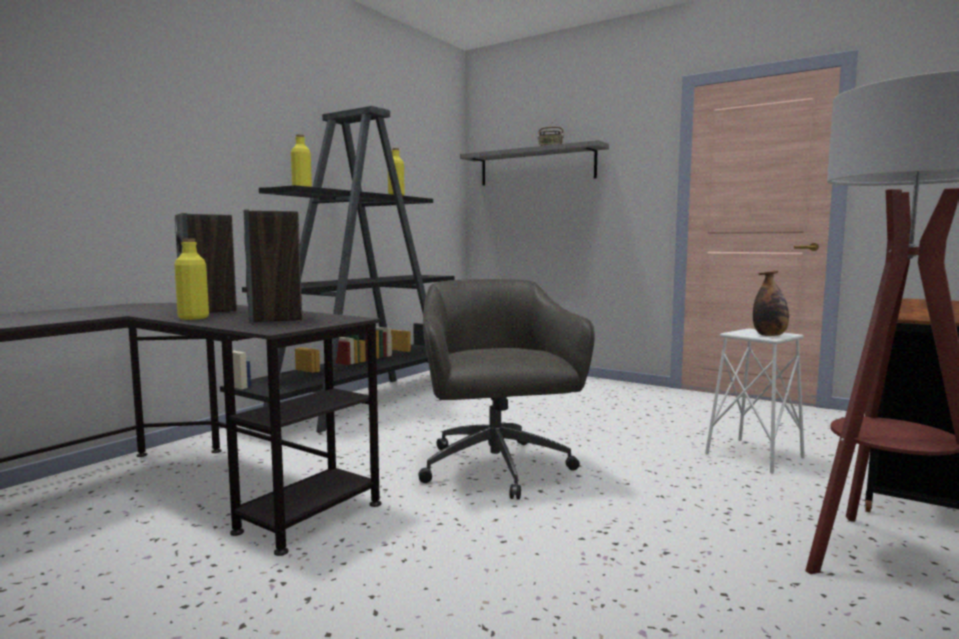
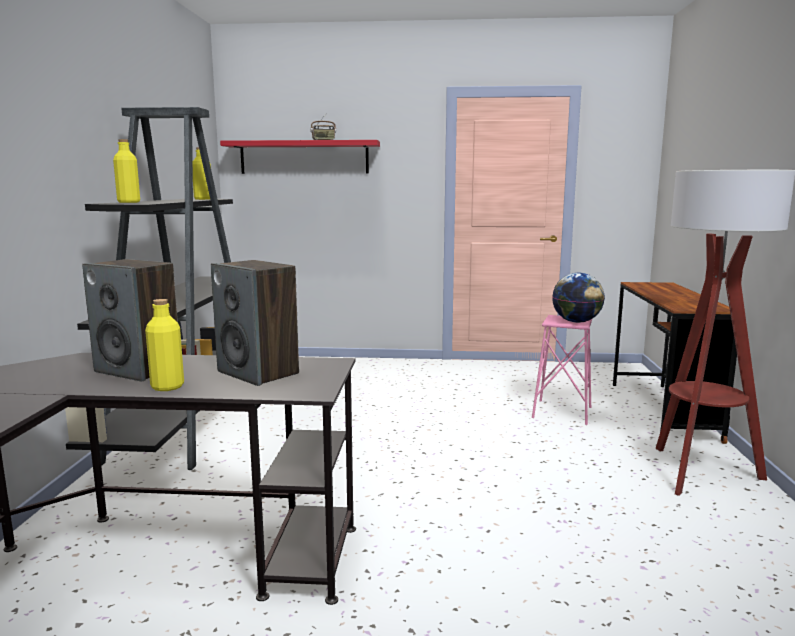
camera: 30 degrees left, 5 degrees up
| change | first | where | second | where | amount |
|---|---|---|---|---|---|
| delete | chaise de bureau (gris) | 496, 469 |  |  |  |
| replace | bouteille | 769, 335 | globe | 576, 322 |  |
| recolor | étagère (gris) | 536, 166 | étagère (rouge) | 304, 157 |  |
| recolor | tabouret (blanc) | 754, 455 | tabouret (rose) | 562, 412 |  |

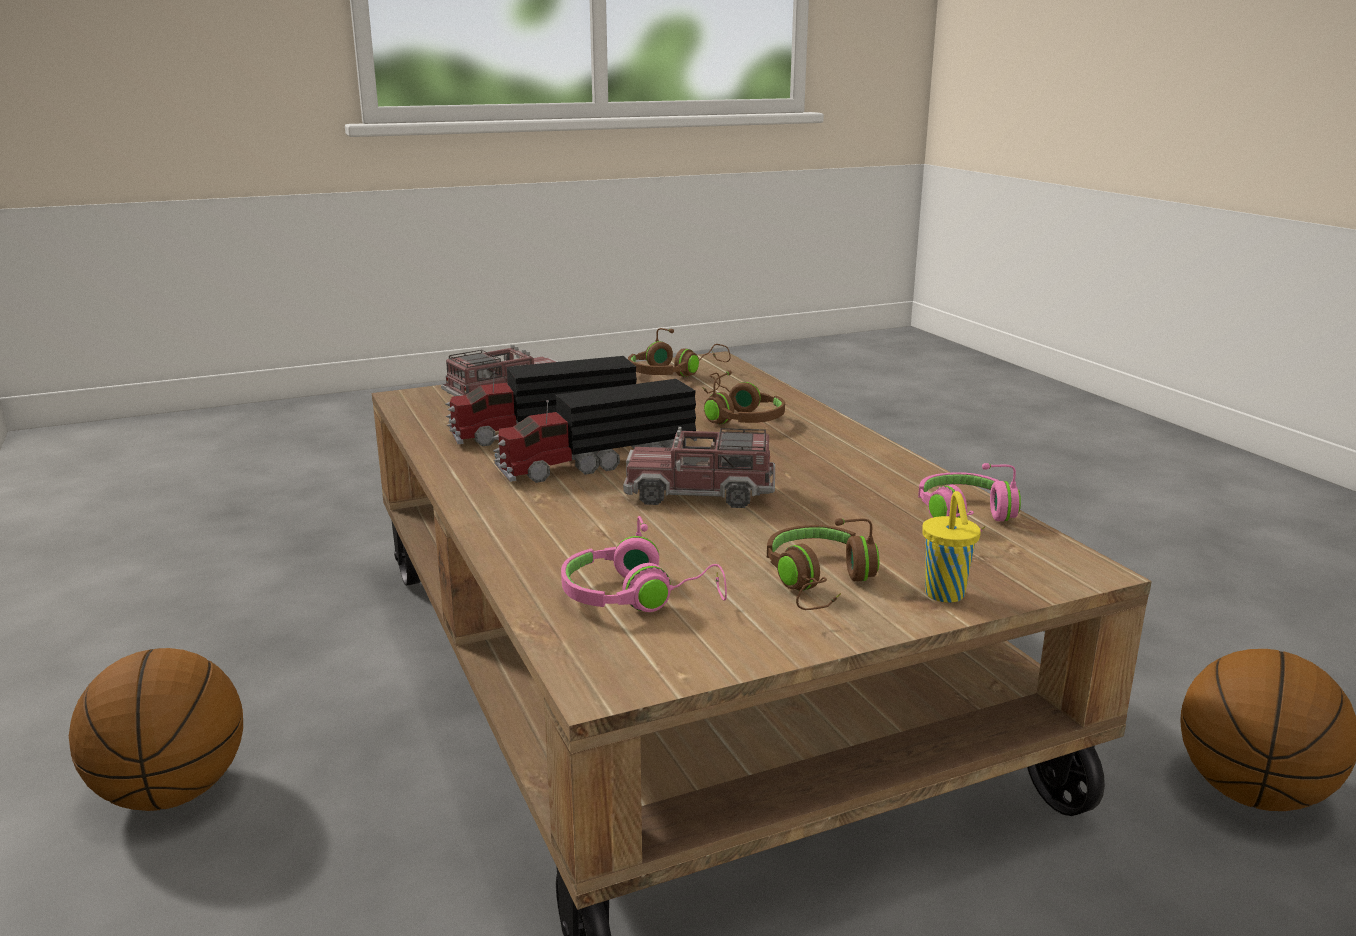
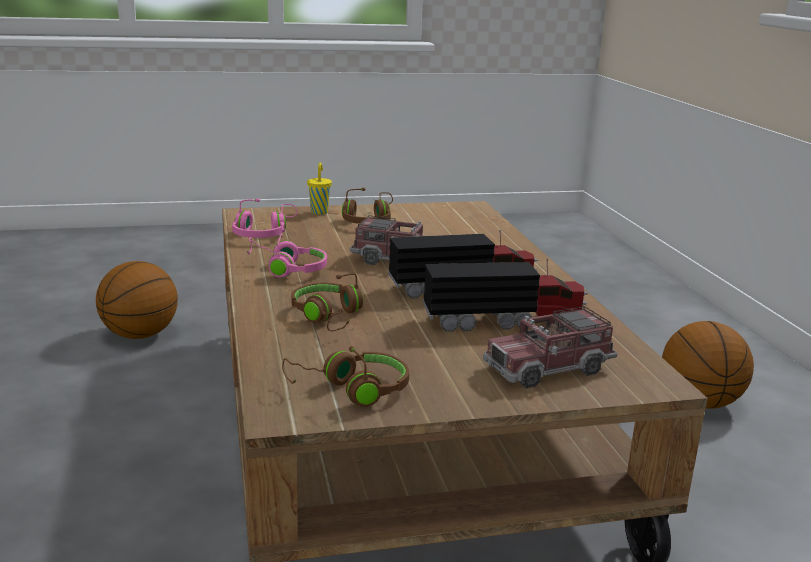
camera: 170 degrees left, 0 degrees up
| change | first | where | second | where | amount |
|---|---|---|---|---|---|
| move | casque audio (rose) | 639, 597 |  | 286, 269 |  |

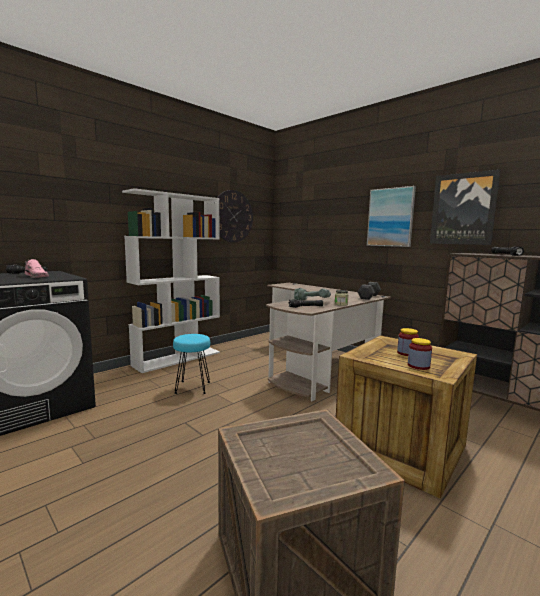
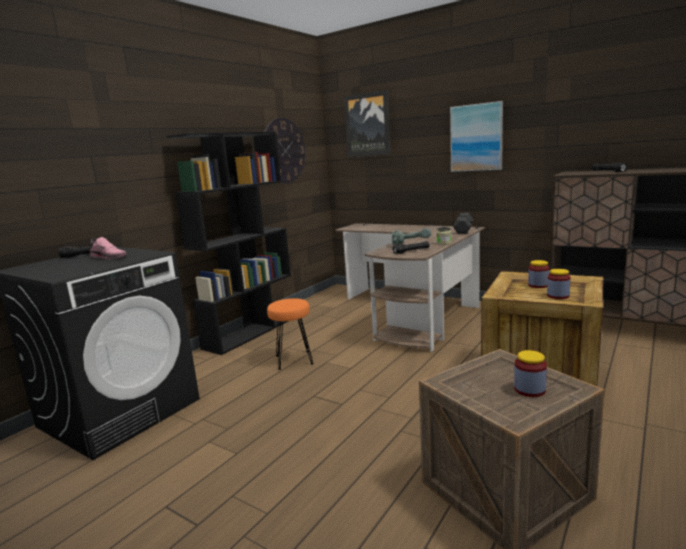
camera: 10 degrees left, 5 degrees up
| change | first | where | second | where | amount |
|---|---|---|---|---|---|
| insert |  |  | bocal | 529, 390 |  |
| move | tableau | 463, 209 |  | 367, 125 |  |
| recolor | bibliothèque (blanc) | 178, 358 | bibliothèque (noir) | 251, 332 |  |
| recolor | tabouret (turquoise) | 192, 387 | tabouret (orange) | 293, 360 |  |

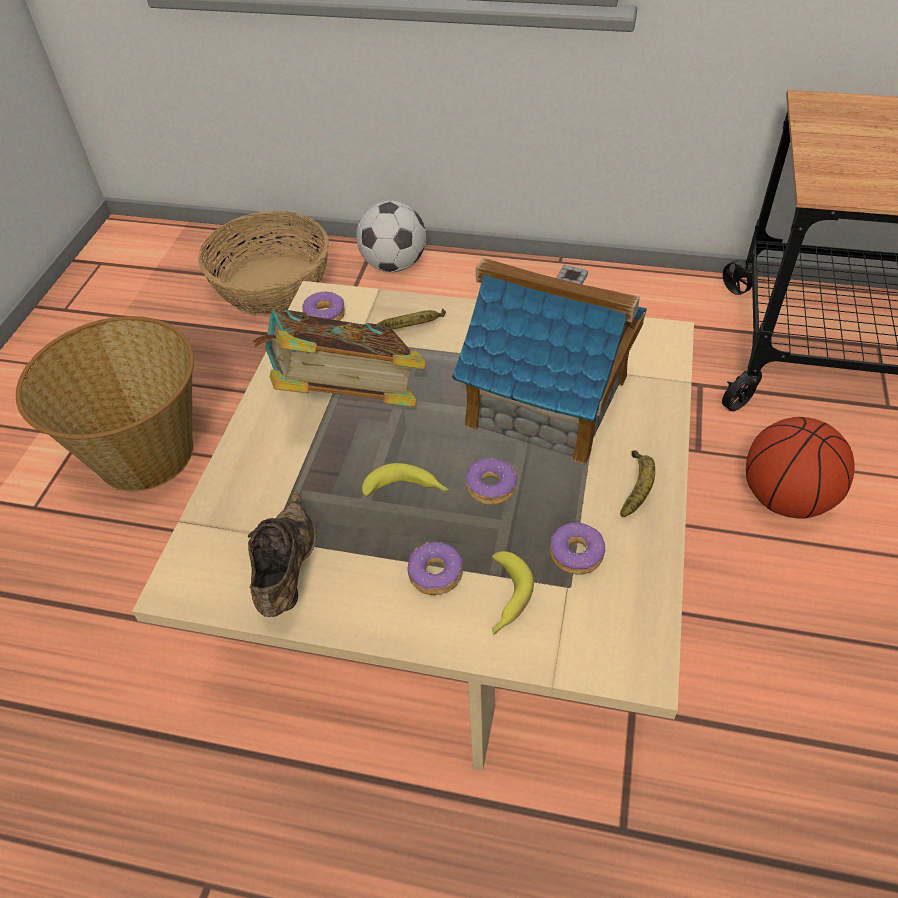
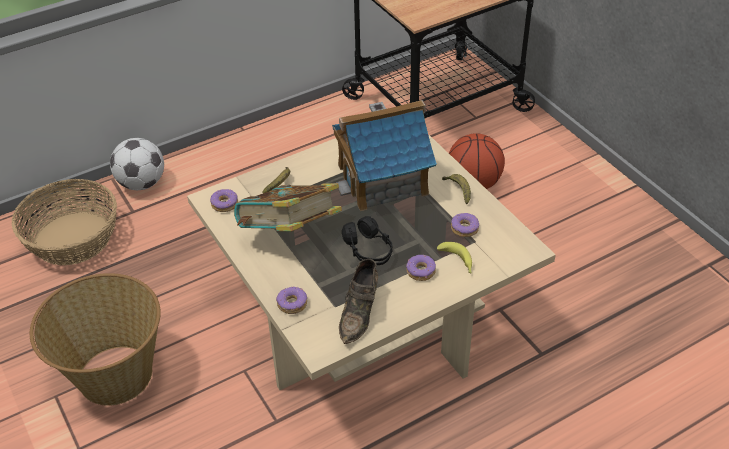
camera: 45 degrees left, 5 degrees down
| change | first | where | second | where | amount |
|---|---|---|---|---|---|
| move | beignet | 490, 486 |  | 292, 304 |  |
| replace | banane | 407, 490 | casque audio (noir) | 368, 250 |  |
| rotate | chaussure (marron) | 287, 573 |  | 360, 313 | 120 degrees counterclockwise |

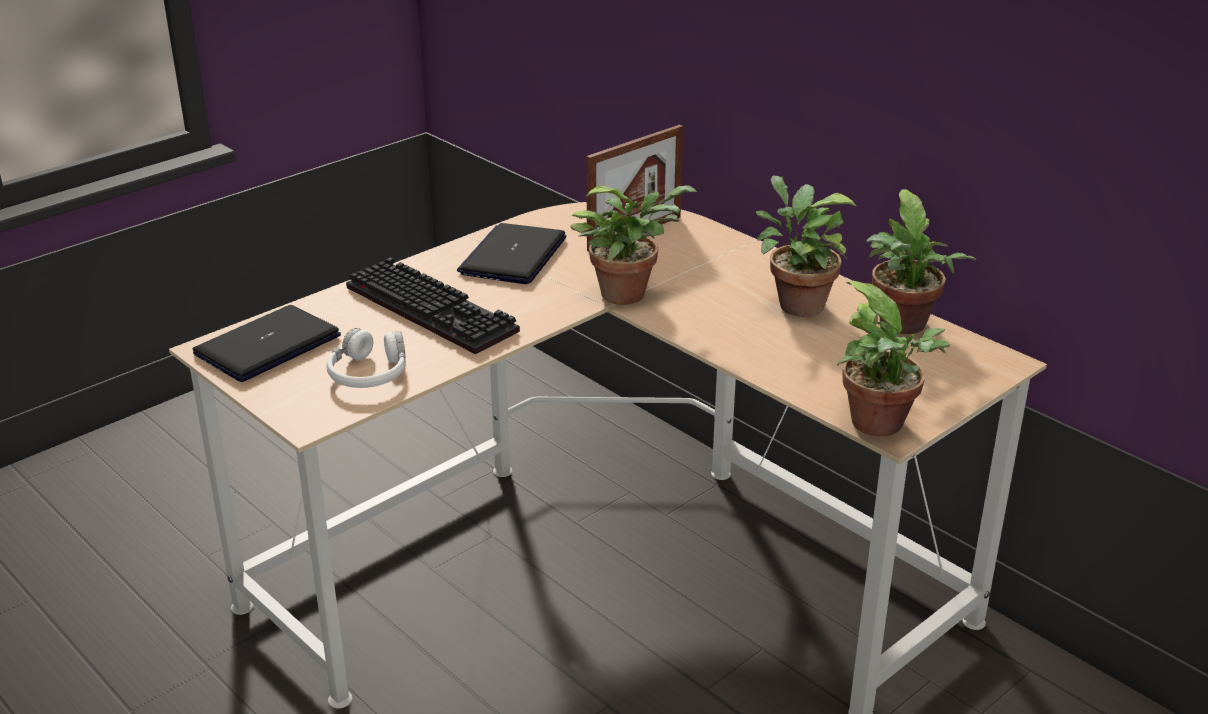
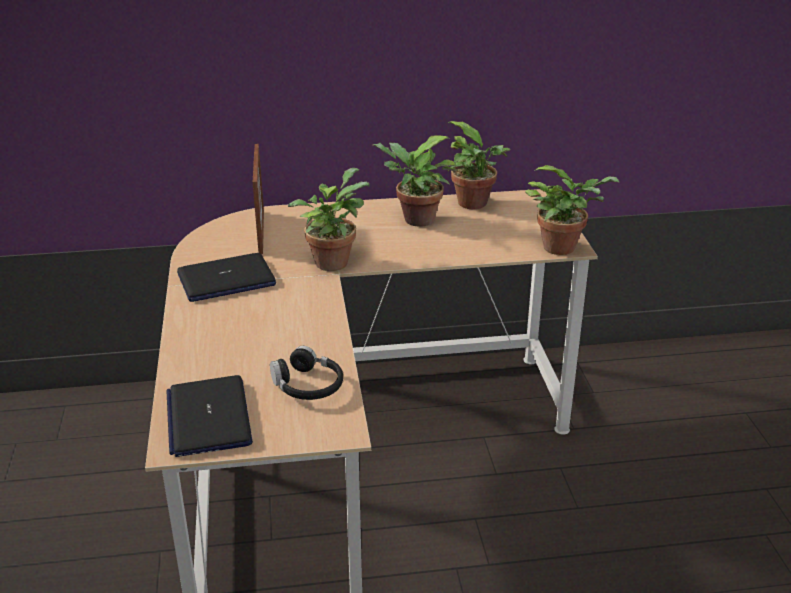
camera: 55 degrees left, 0 degrees up
| change | first | where | second | where | amount |
|---|---|---|---|---|---|
| delete | clavier | 436, 309 |  |  |  |
| recolor | casque audio (blanc) | 369, 373 | casque audio (noir) | 307, 385 |  |
| rotate | ordinateur portable | 513, 256 |  | 226, 280 | 75 degrees counterclockwise |

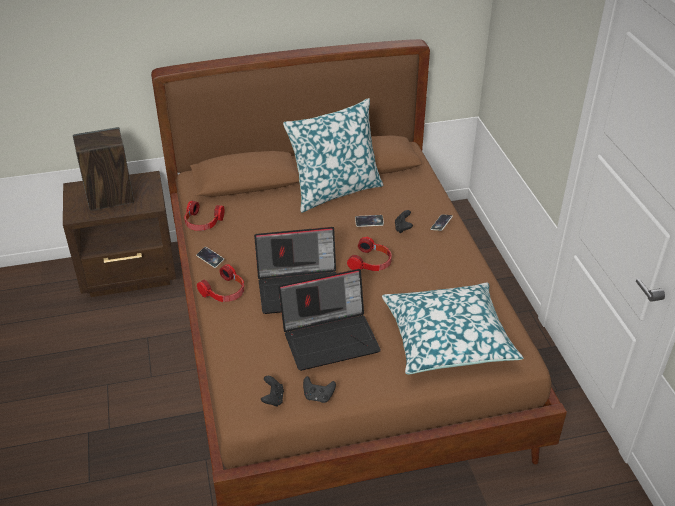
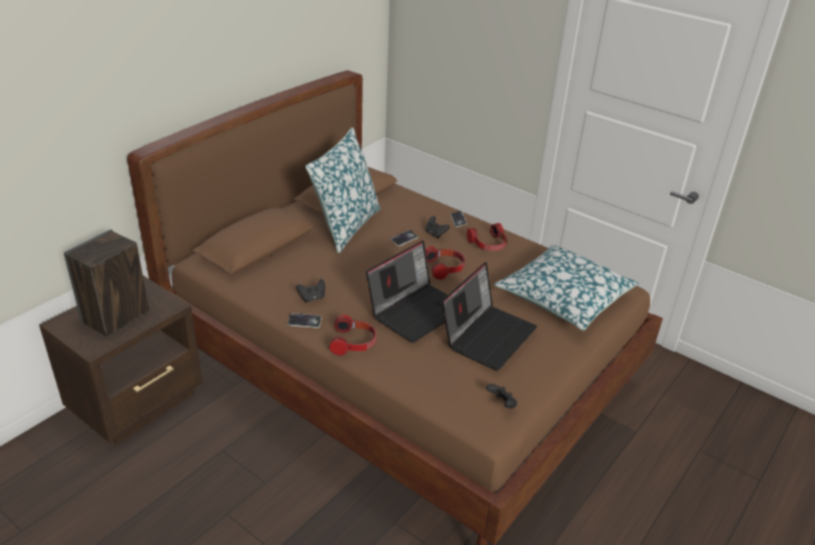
camera: 40 degrees left, 5 degrees down
| change | first | where | second | where | amount |
|---|---|---|---|---|---|
| move | casque audio | 202, 223 |  | 488, 245 |  |
| move | manette (noir) | 318, 396 |  | 312, 298 |  |

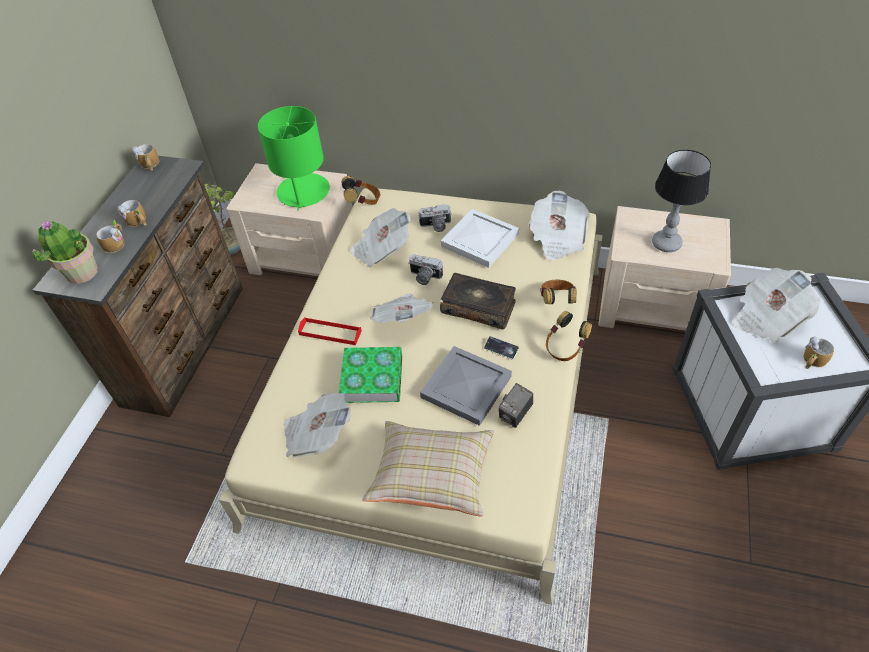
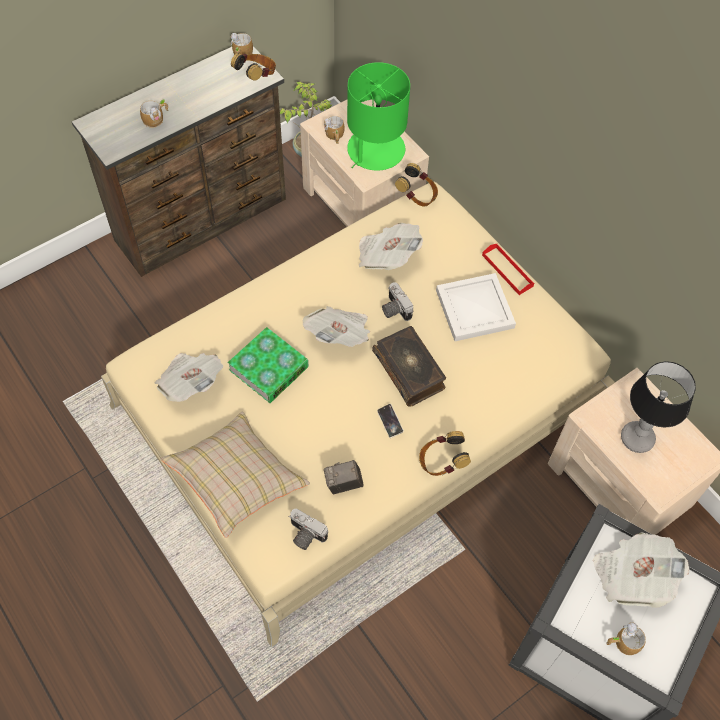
camera: 35 degrees right, 10 degrees up
| change | first | where | second | where | amount |
|---|---|---|---|---|---|
| delete | plante en pot | 81, 273 |  |  |  |
| delete | plateau (gris) | 465, 385 |  |  |  |
| delete | journal | 557, 239 |  |  |  |
| move | mug | 138, 222 |  | 334, 136 |  |
| move | plateau (rouge) | 330, 333 |  | 507, 270 |  |
| move | appareil photo | 436, 226 |  | 305, 535 |  |
| move | casque audio | 557, 301 |  | 256, 76 |  |

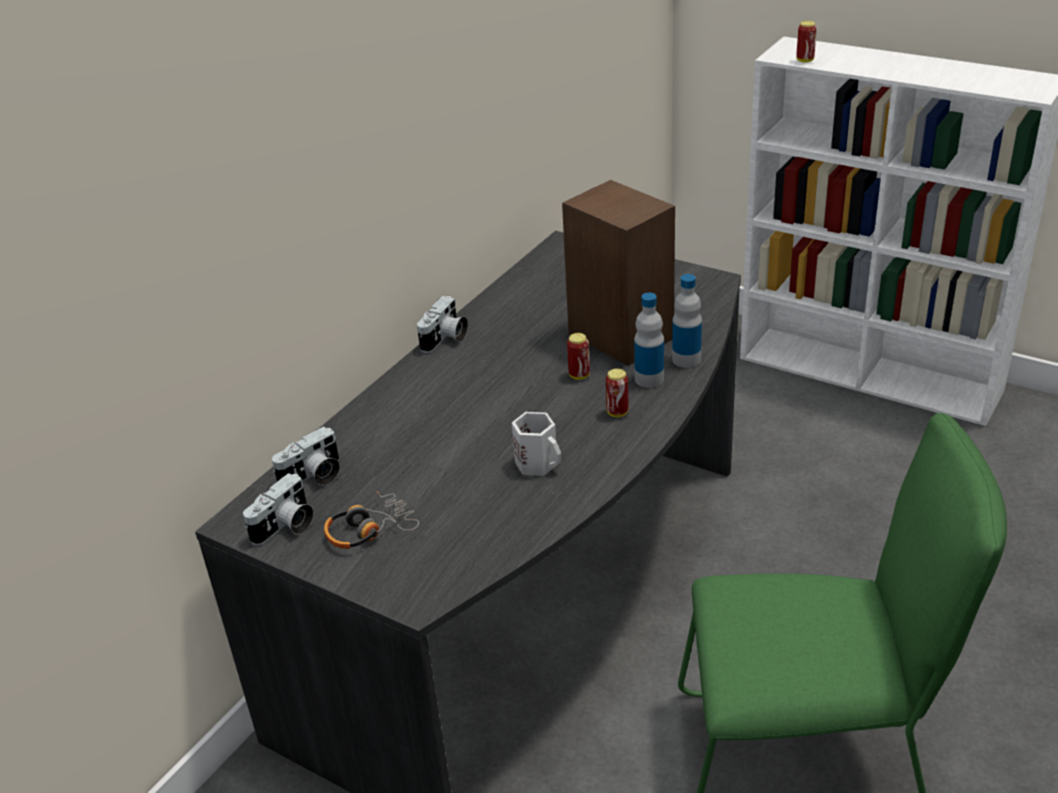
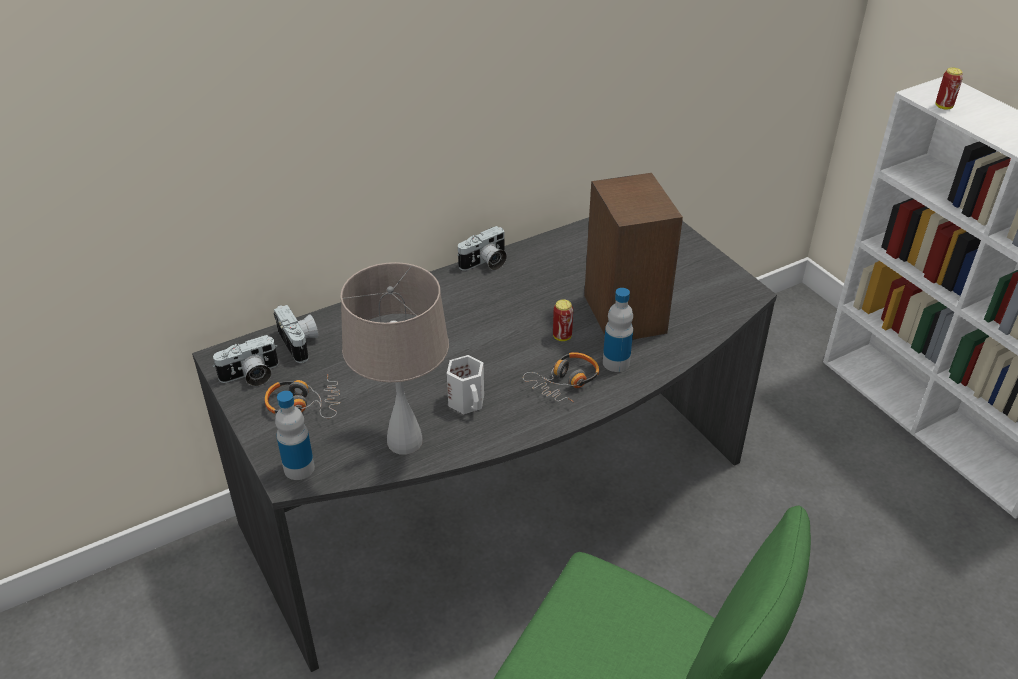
camera: 25 degrees right, 5 degrees up
| change | first | where | second | where | amount |
|---|---|---|---|---|---|
| insert |  |  | lampe de table (beige) | 404, 441 |  |
| move | bouteille | 686, 359 |  | 299, 468 |  |
| replace | boîte métallique | 617, 412 | casque audio | 565, 383 |  |
| rotate | appareil photo | 314, 477 |  | 301, 343 | 105 degrees counterclockwise |

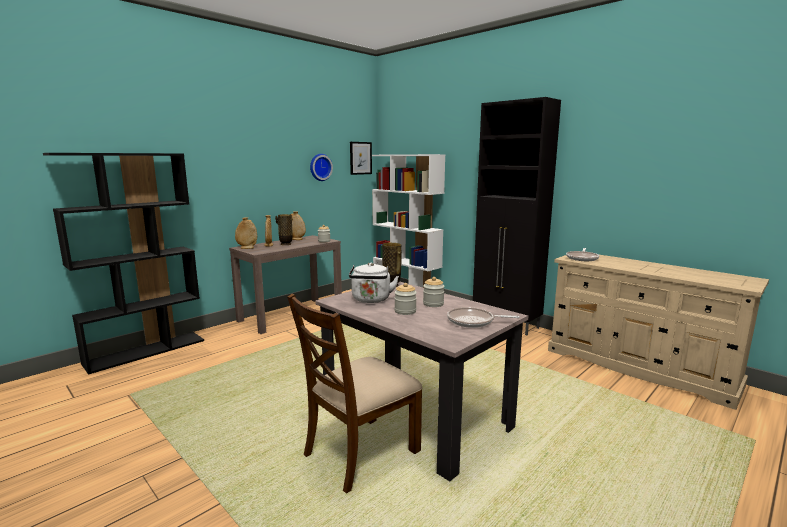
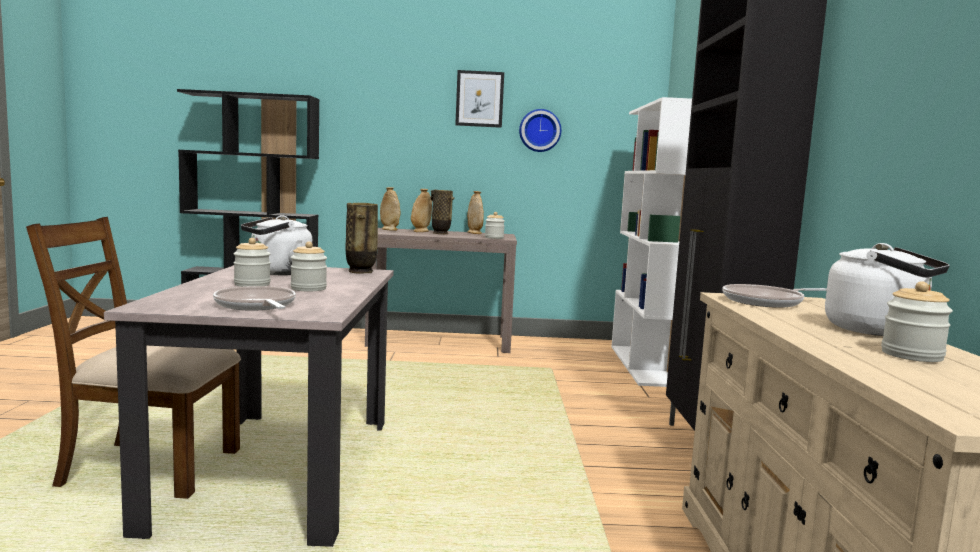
camera: 45 degrees right, 5 degrees down
| change | first | where | second | where | amount |
|---|---|---|---|---|---|
| insert |  |  | bouilloire (blanc) | 880, 331 |  |
| insert |  |  | bocal | 912, 355 |  |
| move | tableau | 360, 158 |  | 479, 99 |  |

